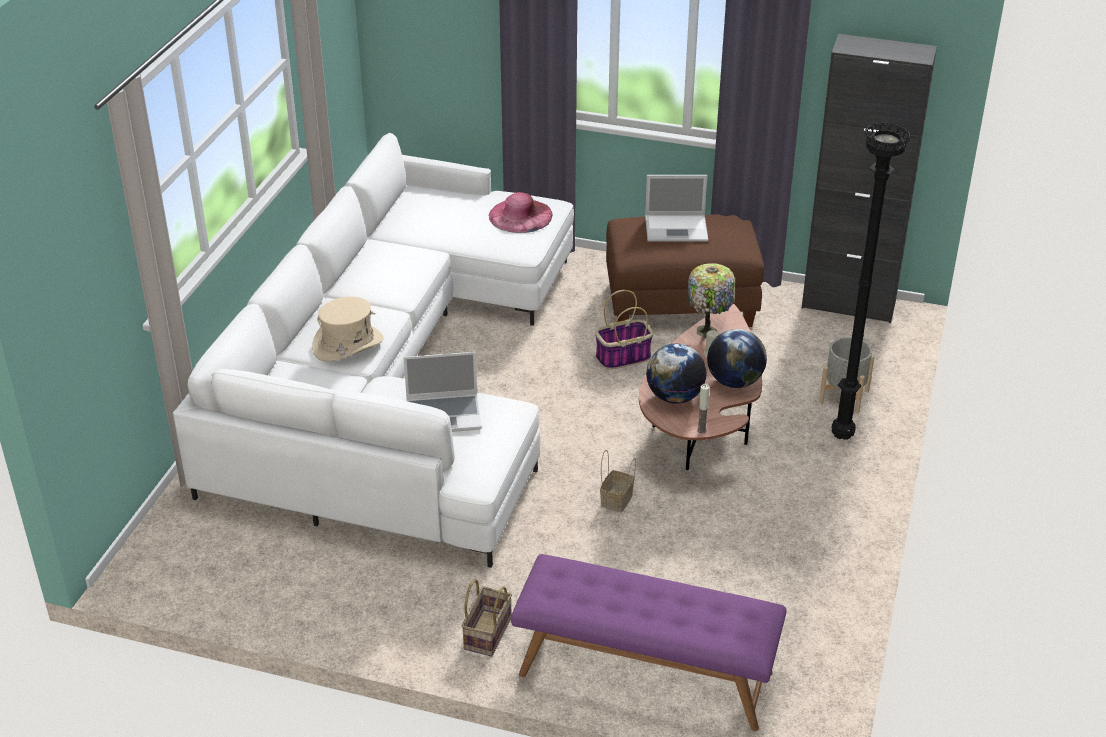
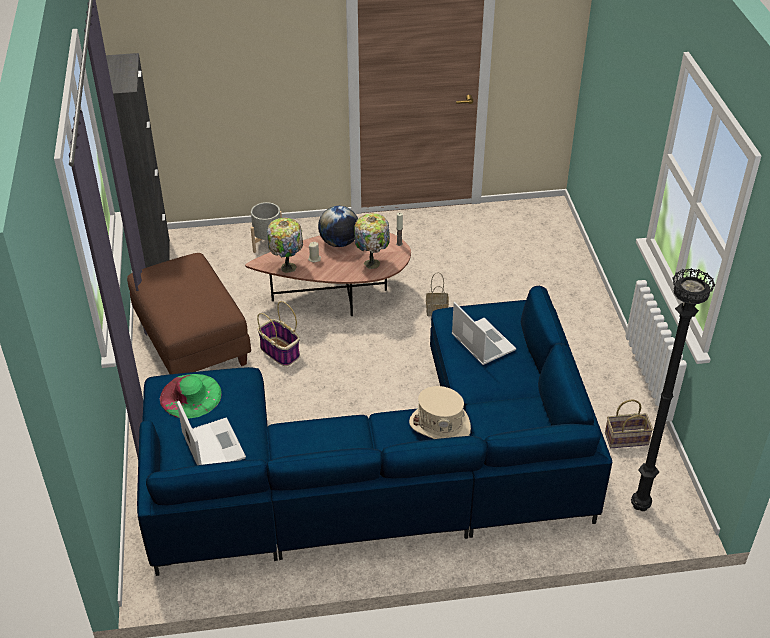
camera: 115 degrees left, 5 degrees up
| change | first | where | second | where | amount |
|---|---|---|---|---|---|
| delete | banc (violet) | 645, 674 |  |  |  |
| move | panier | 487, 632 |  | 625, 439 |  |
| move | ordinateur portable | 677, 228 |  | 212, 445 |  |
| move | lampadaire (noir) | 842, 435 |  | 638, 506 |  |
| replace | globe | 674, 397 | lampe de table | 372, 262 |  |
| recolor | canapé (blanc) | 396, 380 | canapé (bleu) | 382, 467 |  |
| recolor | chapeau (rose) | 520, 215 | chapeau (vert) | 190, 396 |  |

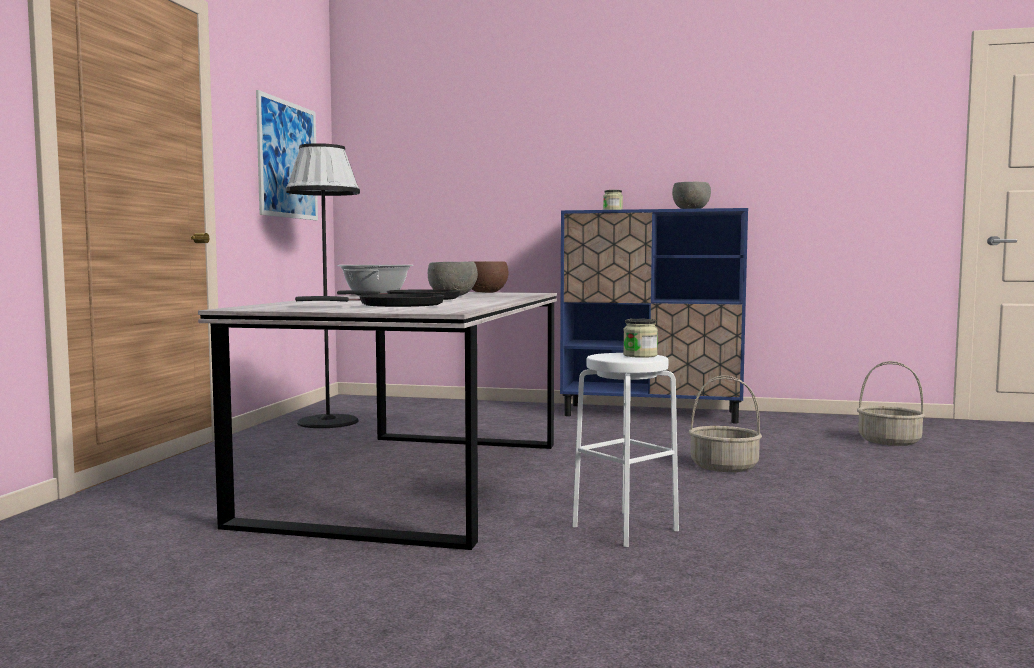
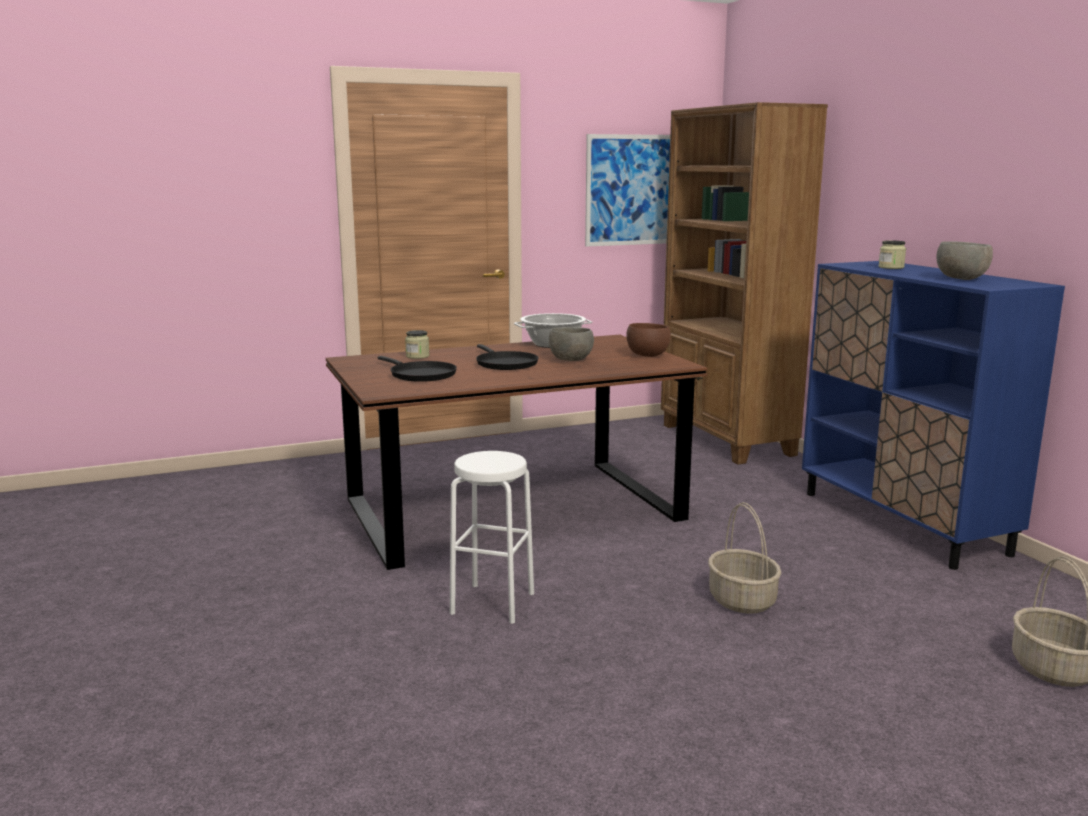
camera: 55 degrees right, 10 degrees up
| change | first | where | second | where | amount |
|---|---|---|---|---|---|
| delete | lampadaire (noir) | 328, 422 |  |  |  |
| insert |  |  | bibliothèque (marron) | 726, 440 |  |
| move | bocal | 640, 355 |  | 417, 356 |  |
| recolor | table à manger (gris) | 418, 479 | table à manger (marron) | 513, 510 |  |

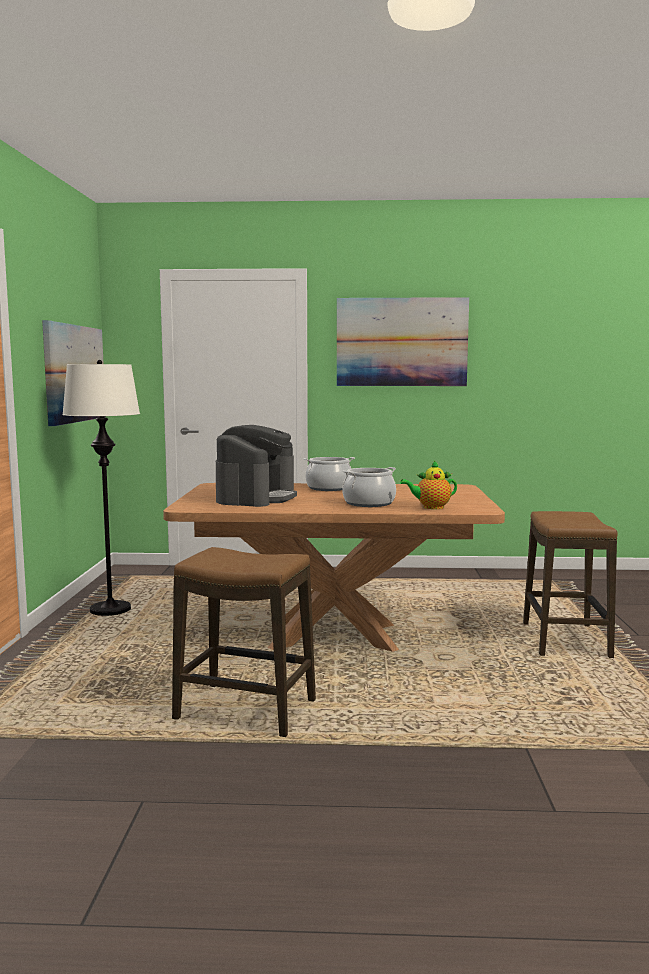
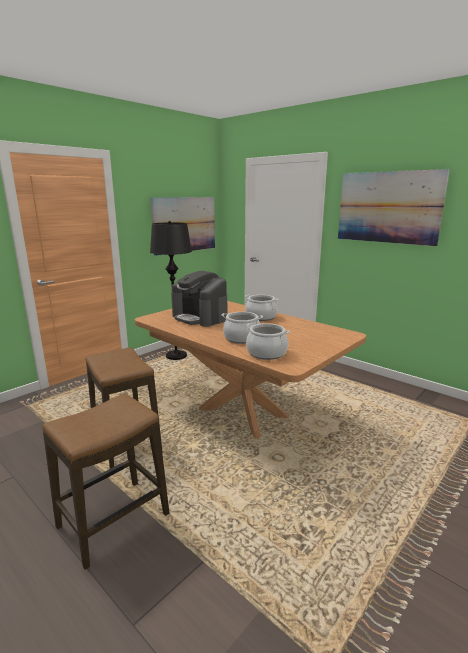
camera: 40 degrees right, 10 degrees up
| change | first | where | second | where | amount |
|---|---|---|---|---|---|
| move | tabouret | 565, 640 |  | 113, 521 |  |
| replace | théière | 431, 507 | marmite | 266, 353 |  |
| recolor | lampadaire (blanc) | 110, 610 | lampadaire (noir) | 176, 356 |  |
| rotate | machine à café | 256, 498 |  | 200, 317 | 75 degrees clockwise |

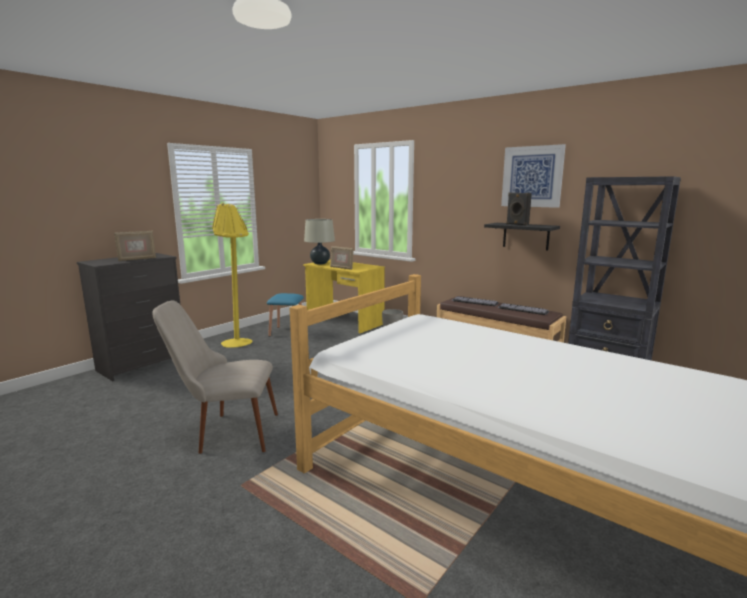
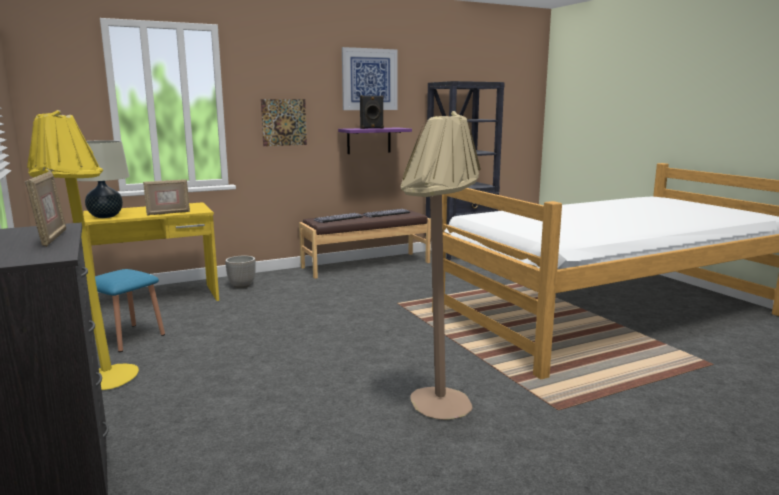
camera: 65 degrees left, 0 degrees up
| change | first | where | second | where | amount |
|---|---|---|---|---|---|
| insert |  |  | tableau | 284, 122 |  |
| replace | chaise (beige) | 225, 432 | lampadaire (beige) | 435, 411 |  |
| recolor | étagère (noir) | 526, 236 | étagère (violet) | 369, 140 |  |

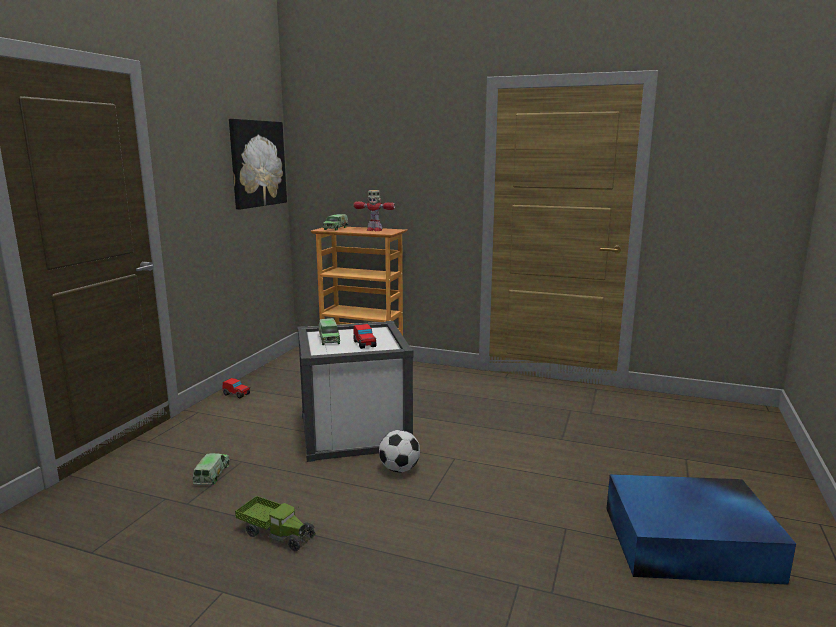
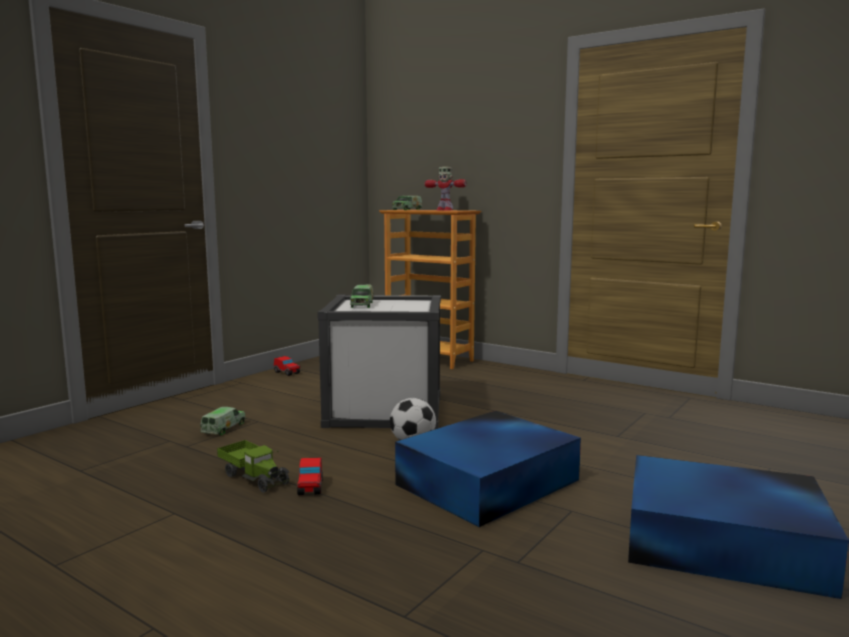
camera: 15 degrees right, 5 degrees down
| change | first | where | second | where | amount |
|---|---|---|---|---|---|
| delete | tableau | 257, 163 |  |  |  |
| insert |  |  | boîte de rangement (bleu) | 490, 482 |  |
| move | petite voiture | 364, 344 |  | 310, 487 |  |

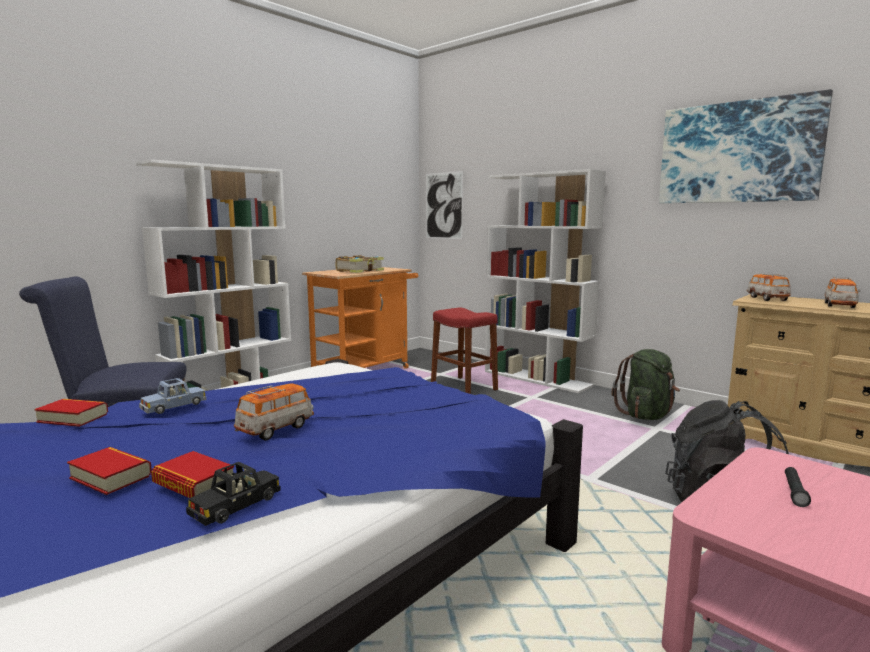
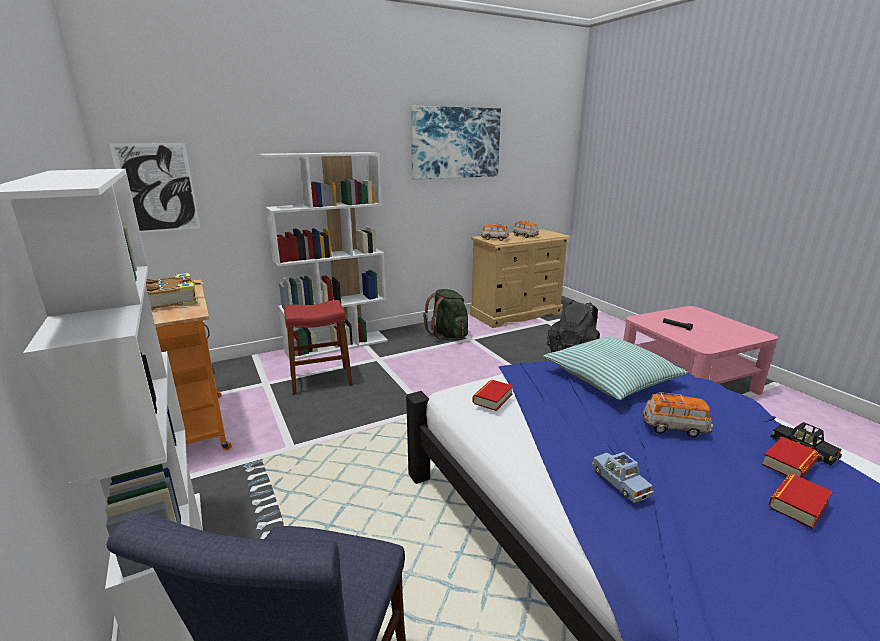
camera: 70 degrees left, 10 degrees up
| change | first | where | second | where | amount |
|---|---|---|---|---|---|
| insert |  |  | coussin | 611, 378 |  |
| move | livre | 73, 418 |  | 492, 398 |  |
| rotate | petite voiture | 276, 429 |  | 675, 428 | 135 degrees clockwise |

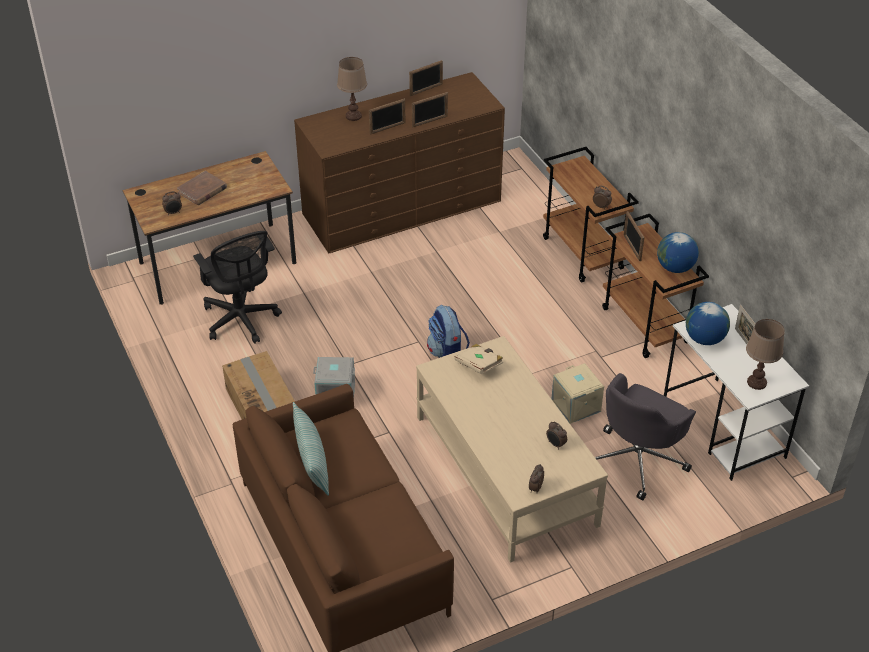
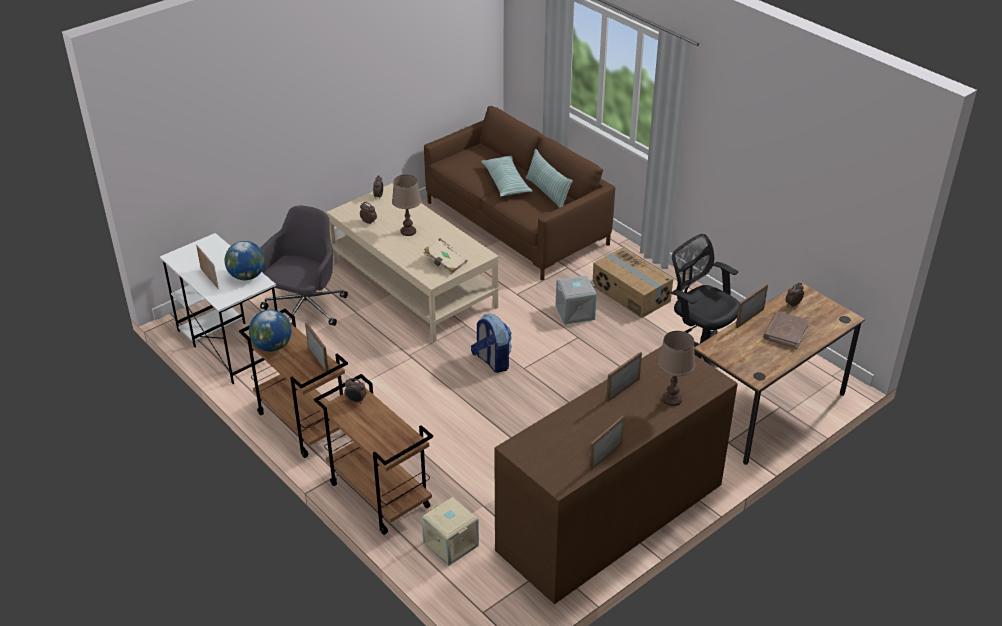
camera: 165 degrees right, 5 degrees down
| change | first | where | second | where | amount |
|---|---|---|---|---|---|
| insert |  |  | coussin | 506, 182 |  |
| move | cadre photo | 430, 121 |  | 749, 318 |  |
| move | boîte de rangement (beige) | 575, 405 |  | 452, 544 |  |
| move | lampe de table (marron) | 756, 383 |  | 408, 231 |  |

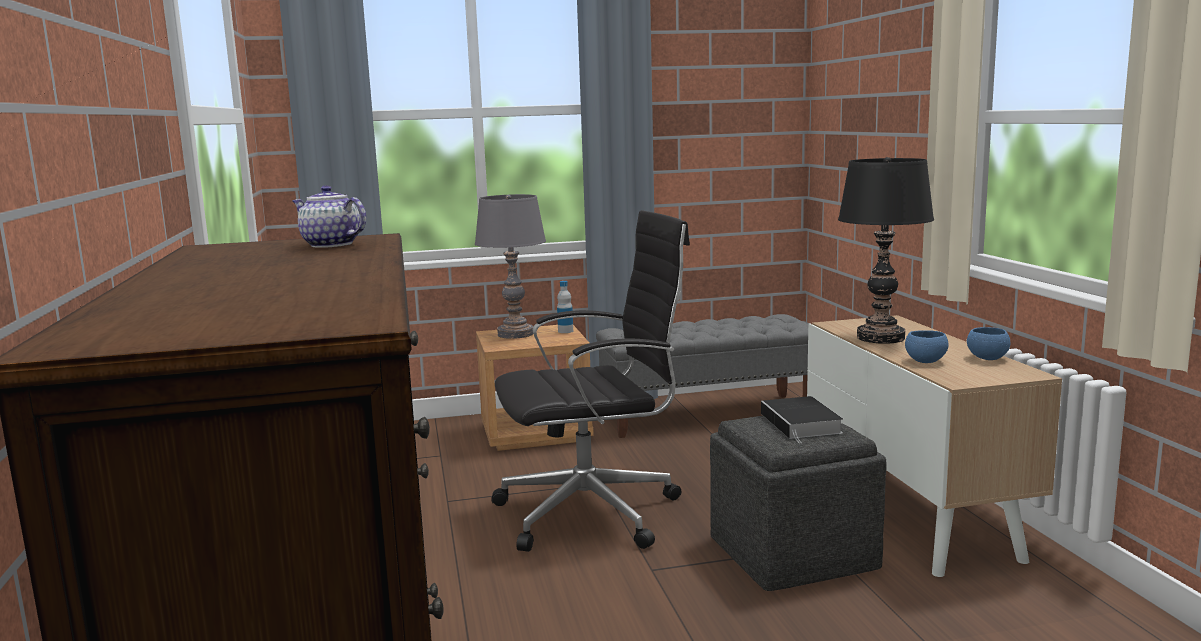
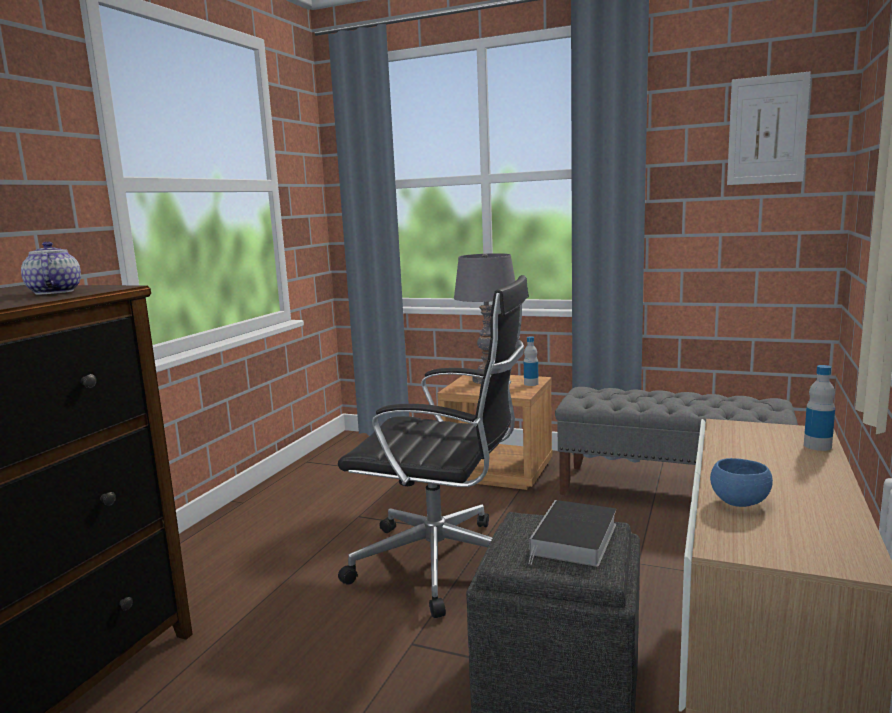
camera: 35 degrees right, 0 degrees up
| change | first | where | second | where | amount |
|---|---|---|---|---|---|
| delete | lampe de table (noir) | 881, 337 |  |  |  |
| delete | bol (bleu) | 987, 358 |  |  |  |
| insert |  |  | tableau | 767, 130 |  |
| insert |  |  | bouteille | 817, 446 |  |

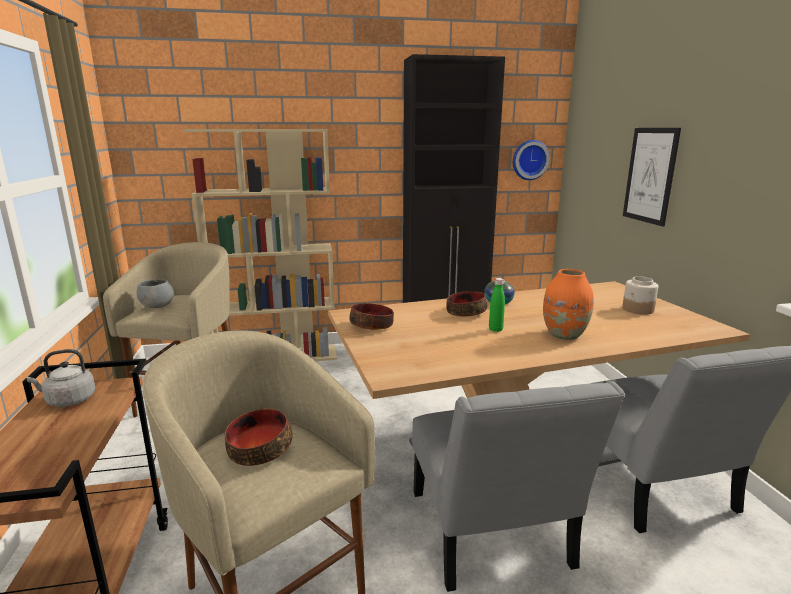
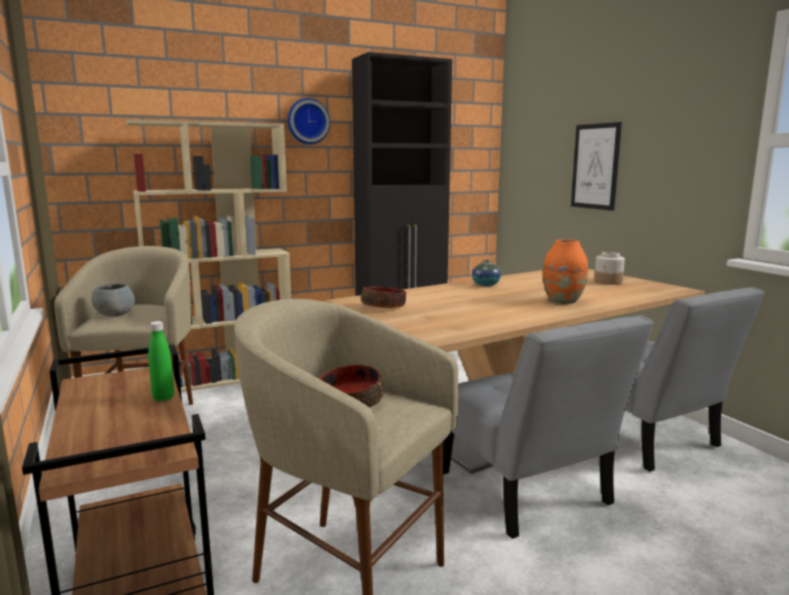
camera: 15 degrees left, 5 degrees down
| change | first | where | second | where | amount |
|---|---|---|---|---|---|
| delete | bouilloire (gris) | 68, 400 |  |  |  |
| delete | bol | 465, 312 |  |  |  |
| move | bouteille (vert) | 495, 329 |  | 163, 398 |  |
| move | horloge murale | 529, 160 |  | 307, 121 |  |

